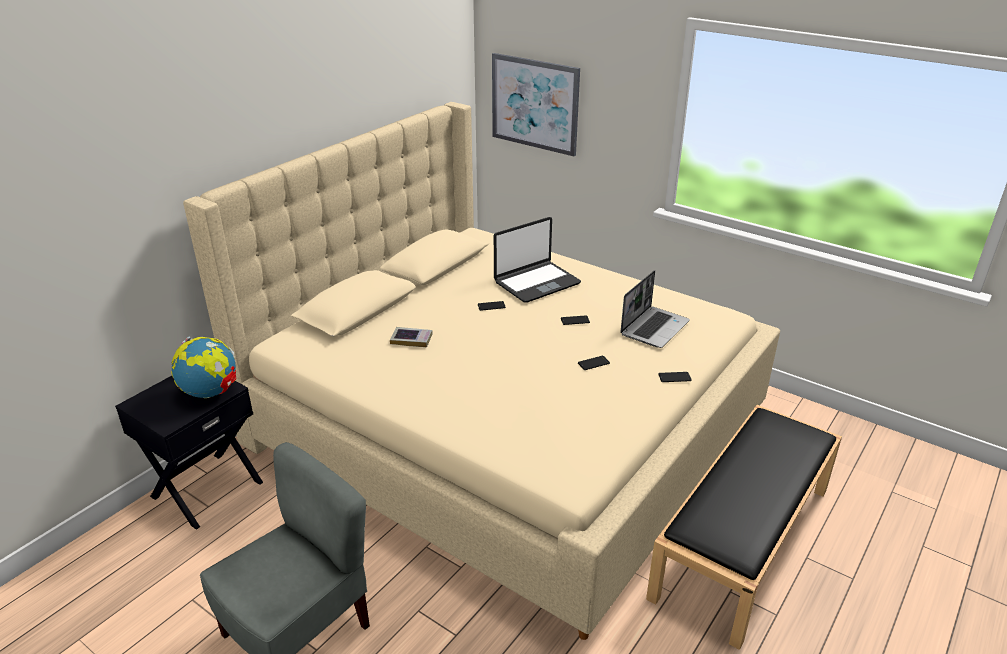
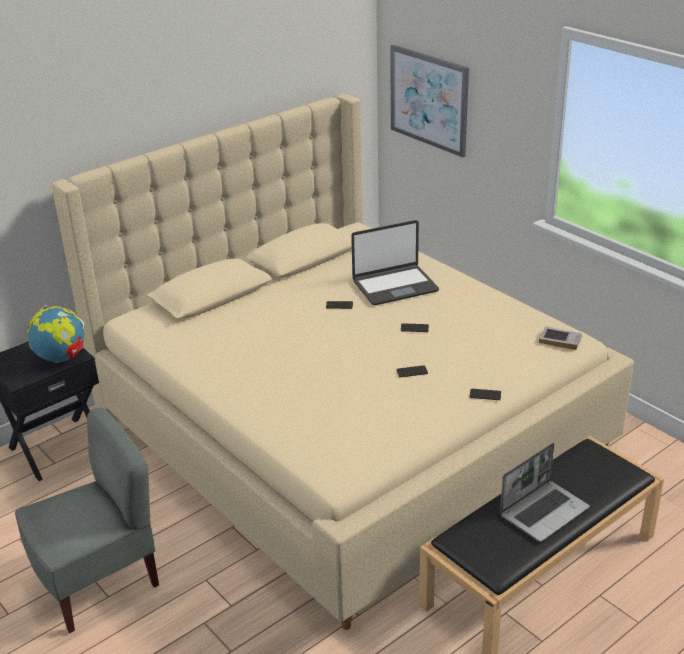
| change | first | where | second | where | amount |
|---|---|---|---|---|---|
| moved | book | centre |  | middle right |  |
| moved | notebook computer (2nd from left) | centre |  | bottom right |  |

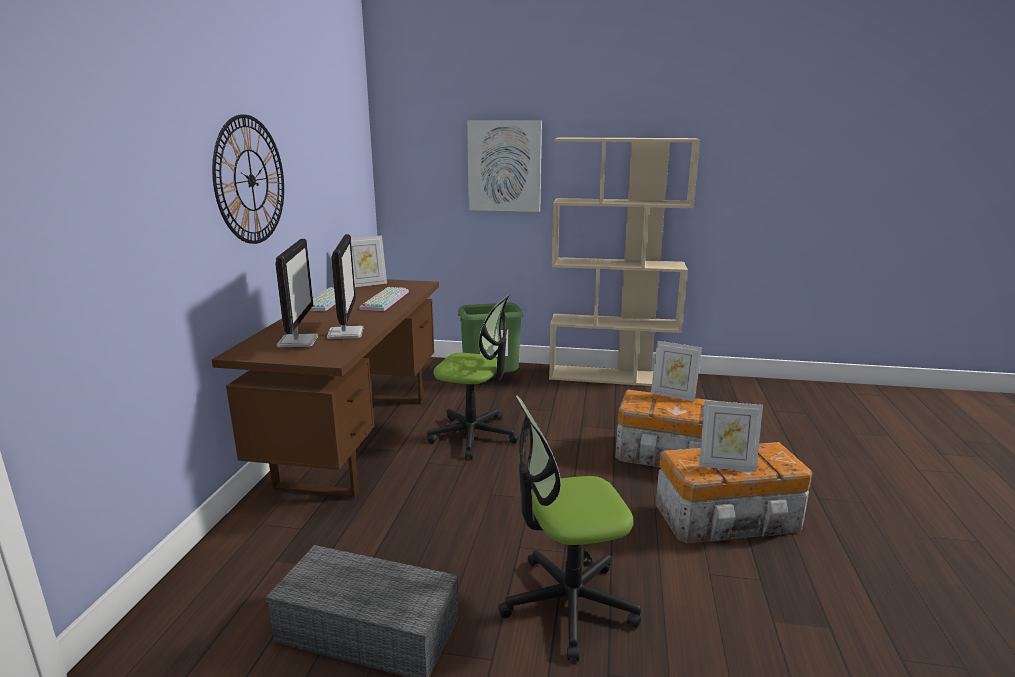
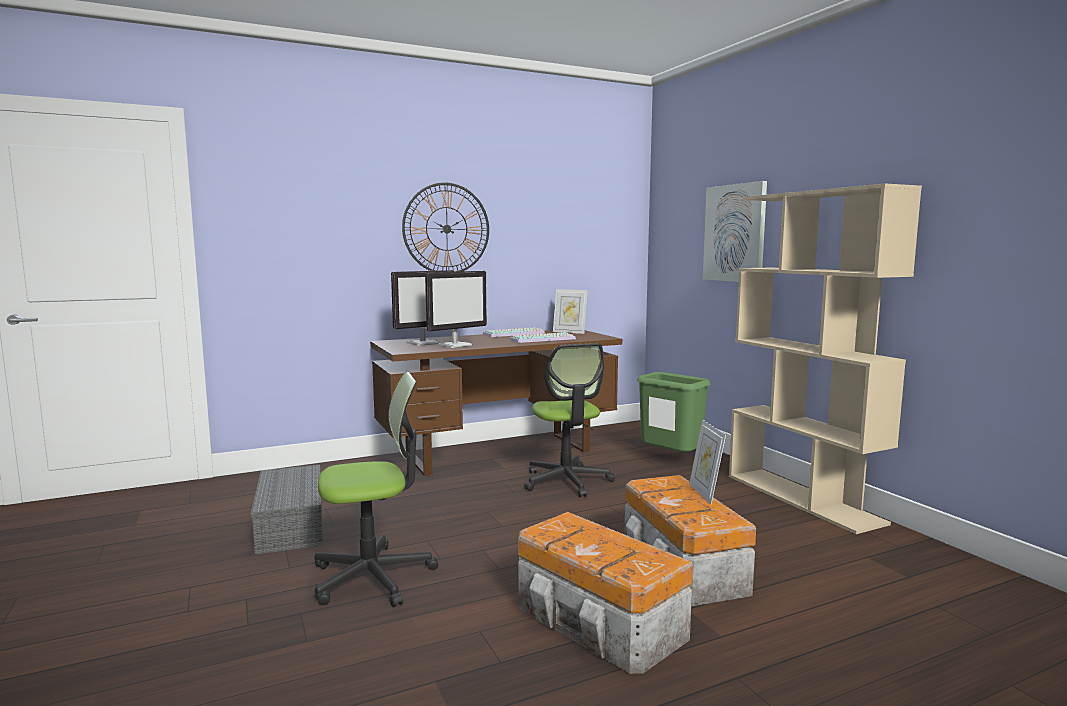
| change | first | where | second | where | amount |
|---|---|---|---|---|---|
| turned | office chair (2nd from left in the first image) | bottom centre | office chair (1st from left) | bottom centre | 120 degrees clockwise |
| removed | standing frame (3rd from left) | middle right |  |  |  |

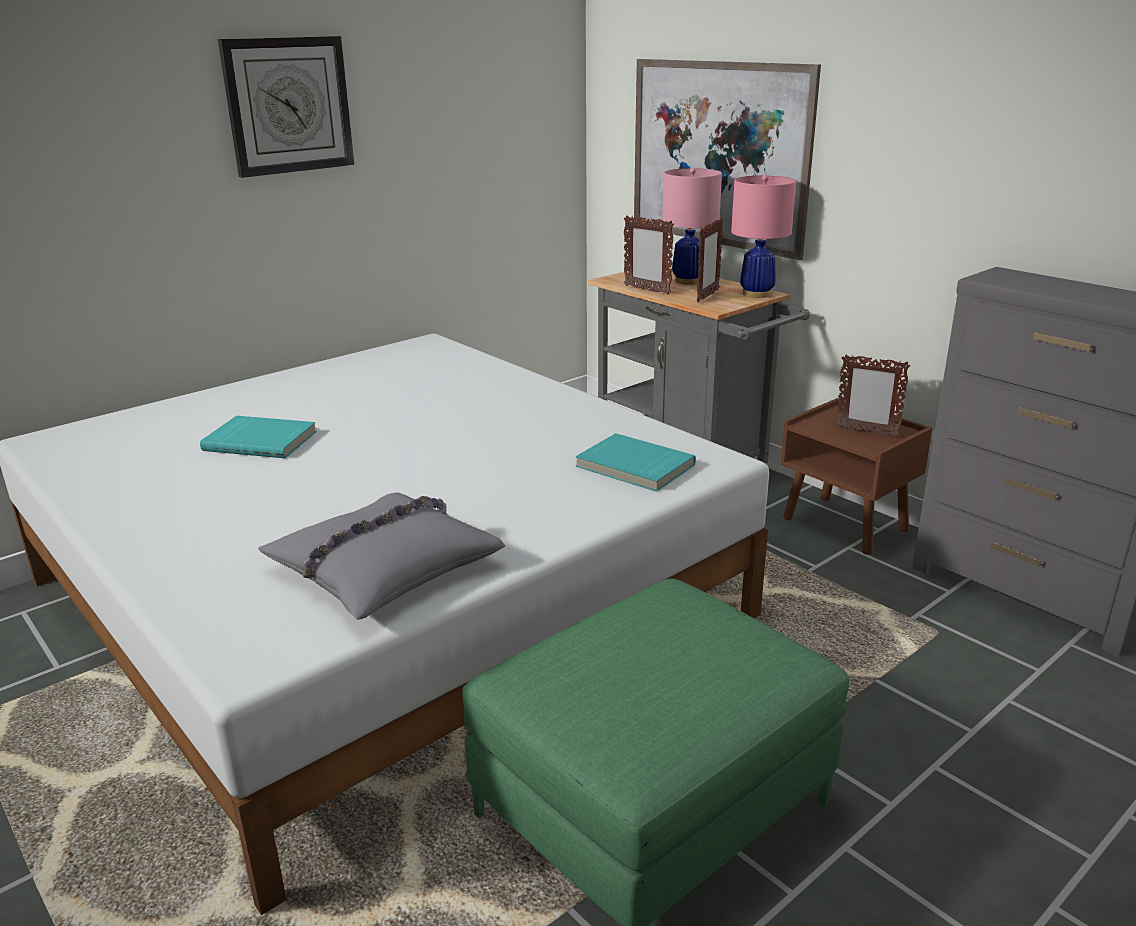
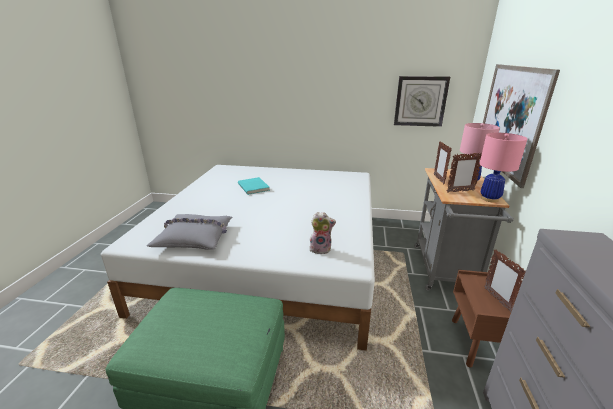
| change | first | where | second | where | amount |
|---|---|---|---|---|---|
| moved | wall clock | top left |  | top right |  |
| replaced | turquoise book (2nd from left) | centre | plush toy | centre |  |

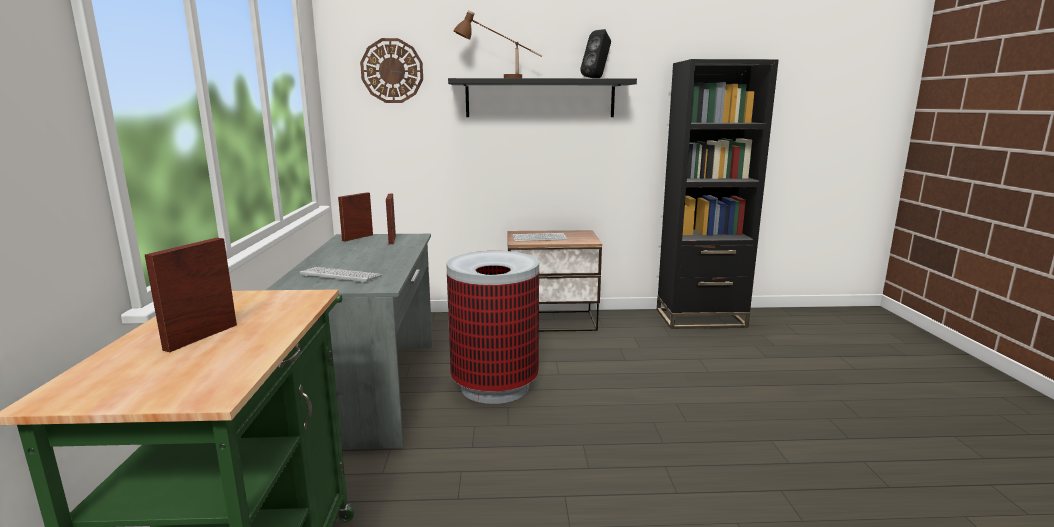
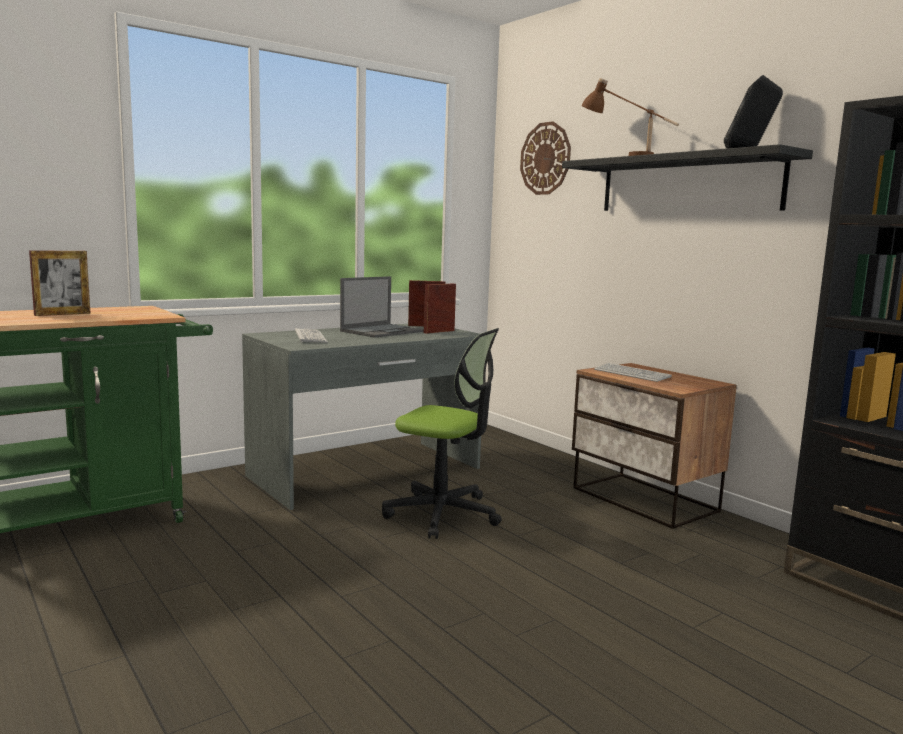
| change | first | where | second | where | amount |
|---|---|---|---|---|---|
| turned | standing frame (1st from left) | middle left |  | middle left | 150 degrees clockwise |
| replaced | trash can | centre | office chair | centre |  |
| added |  |  | notebook computer | centre |  |

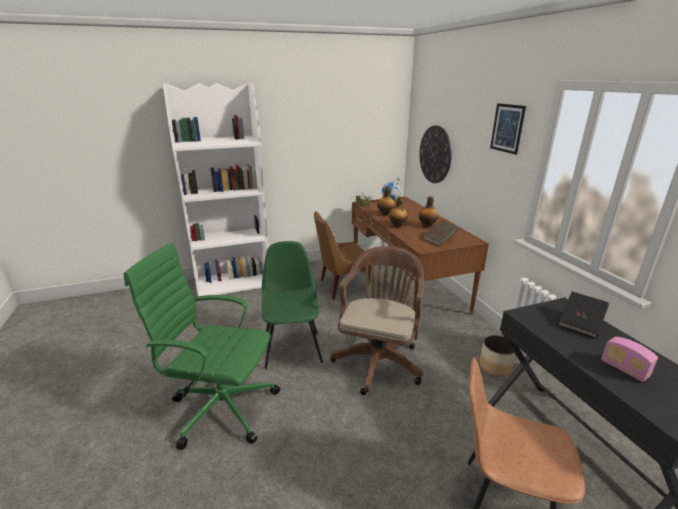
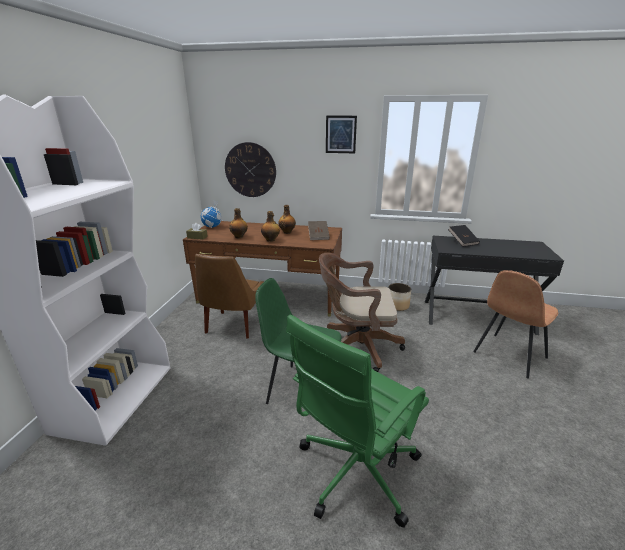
| change | first | where | second | where | amount |
|---|---|---|---|---|---|
| turned | brown office chair | centre |  | centre | 45 degrees counterclockwise |
| removed | radio | bottom right |  |  |  |

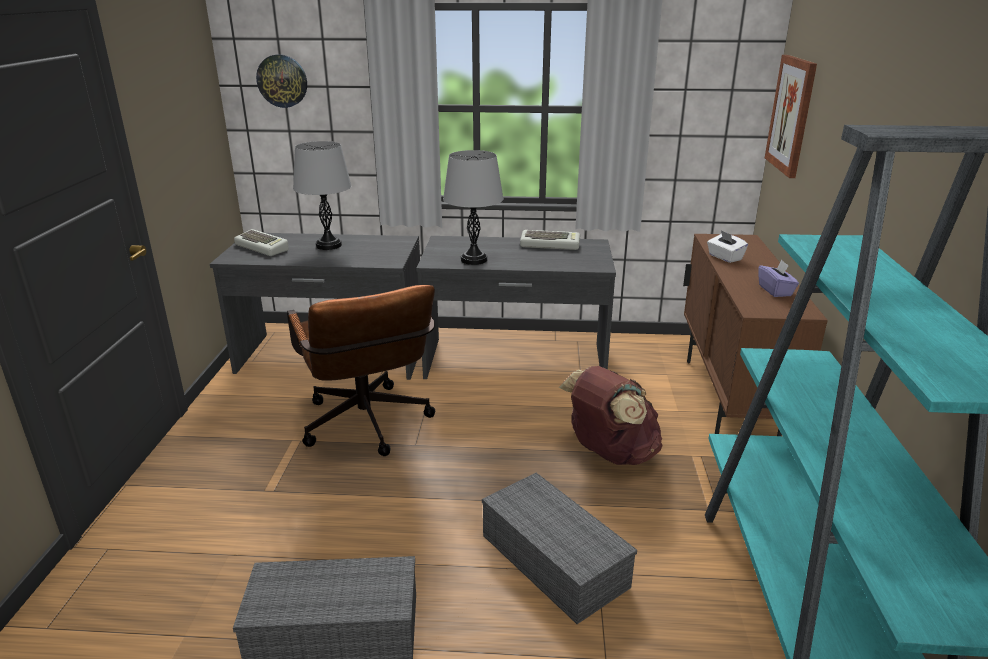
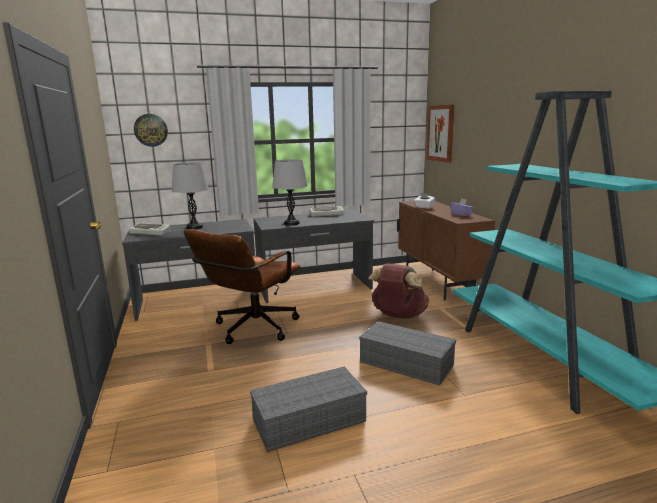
| change | first | where | second | where | amount |
|---|---|---|---|---|---|
| turned | brown office chair | centre |  | centre | 75 degrees clockwise |

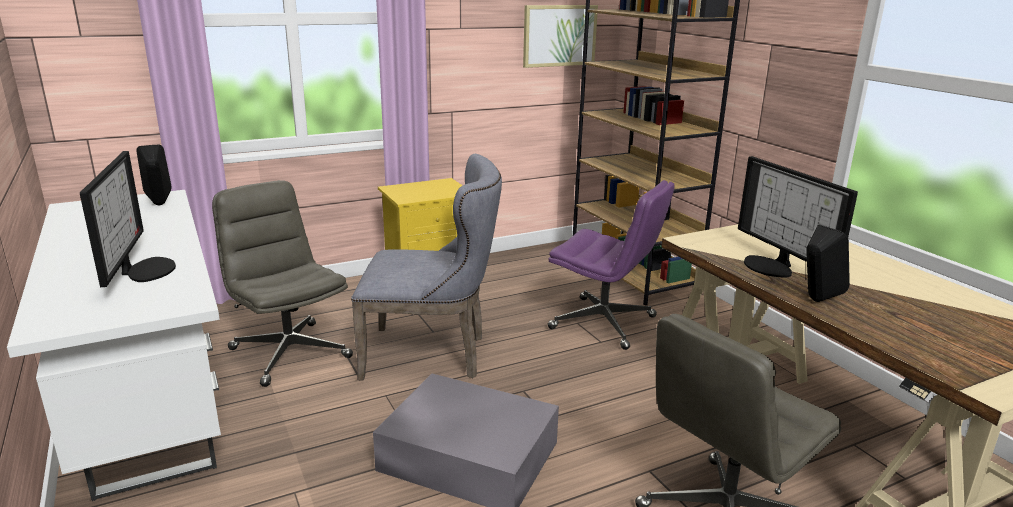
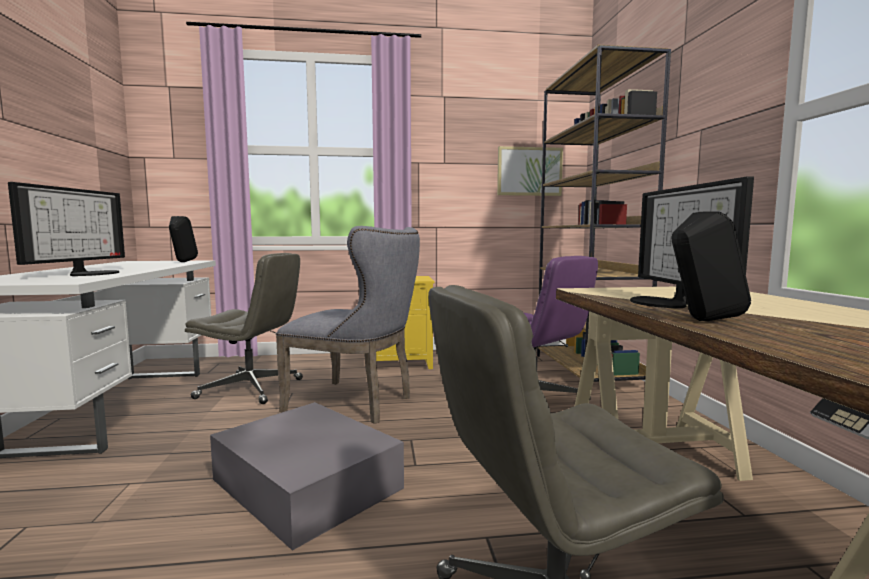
| change | first | where | second | where | amount |
|---|---|---|---|---|---|
| turned | grey office chair (1st from left) | middle left |  | middle left | 120 degrees clockwise |

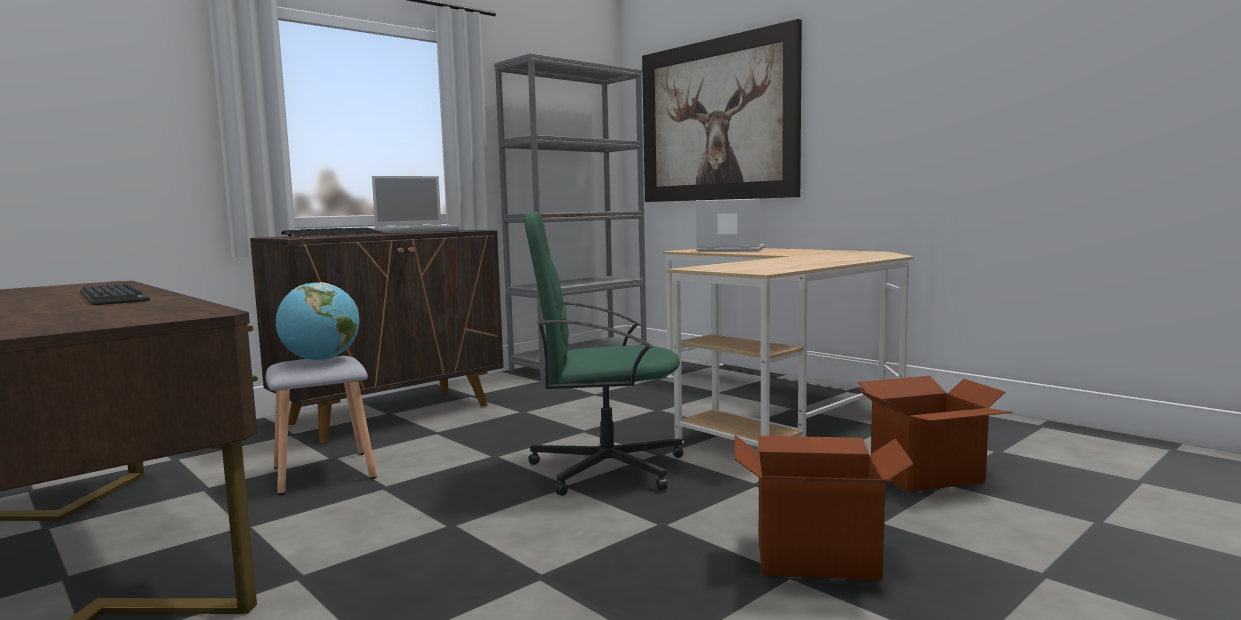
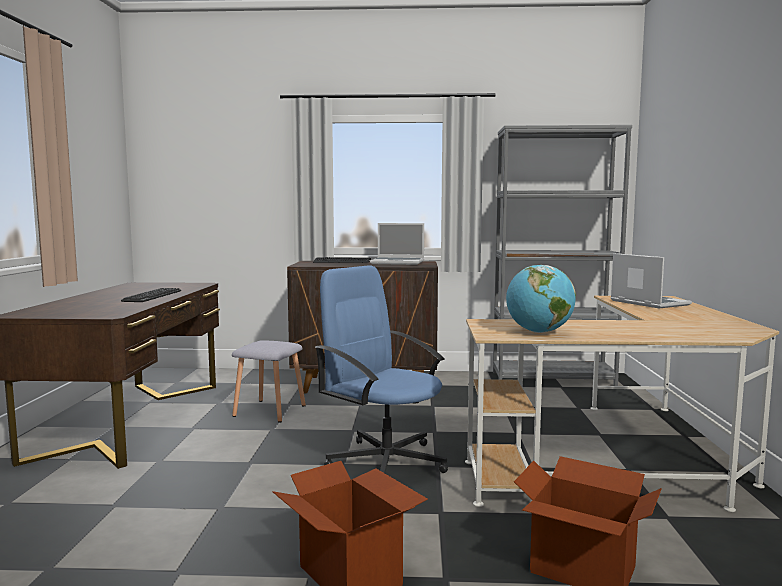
| change | first | where | second | where | amount |
|---|---|---|---|---|---|
| moved | globe | middle left |  | middle right |  |
| recoloured | green-coloured office chair | centre | blue-coloured office chair | centre |  |
| removed | picture | top centre |  |  |  |

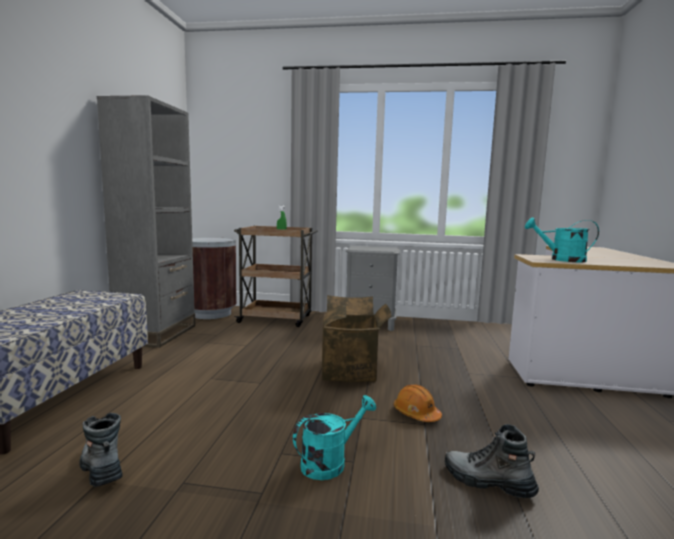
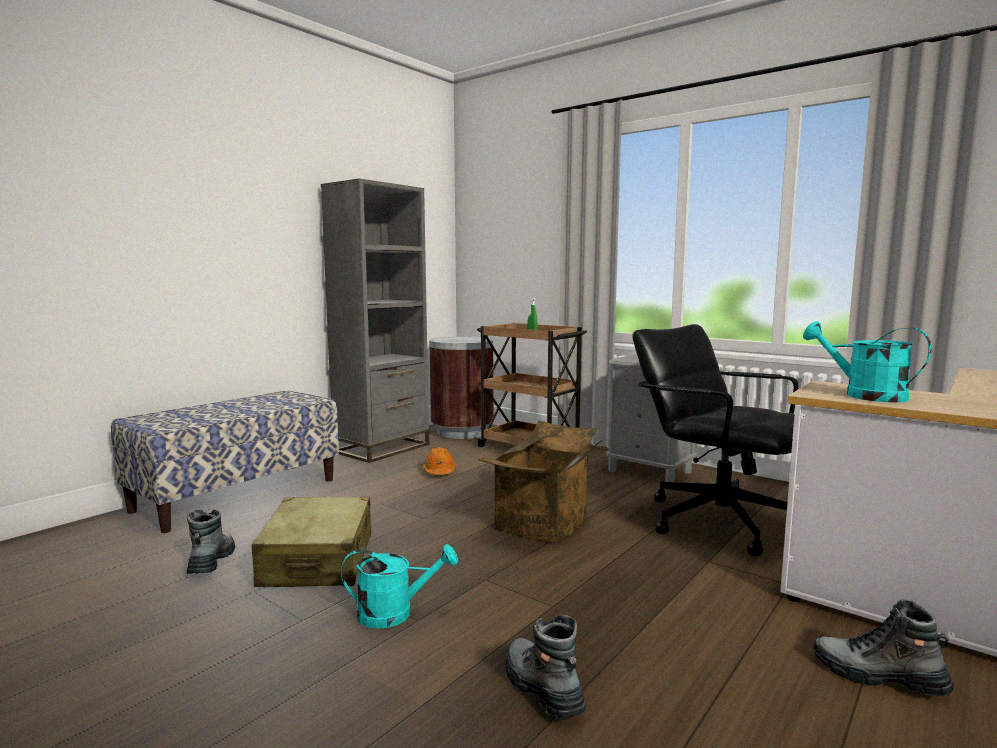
| change | first | where | second | where | amount |
|---|---|---|---|---|---|
| moved | orangey work helmet | bottom centre |  | centre |  |
| added |  |  | beige-coloured piece of luggage | bottom left |  |
| added |  |  | black-coloured office chair | middle right |  |
| added |  |  | boot (3rd from left) | bottom right |  |

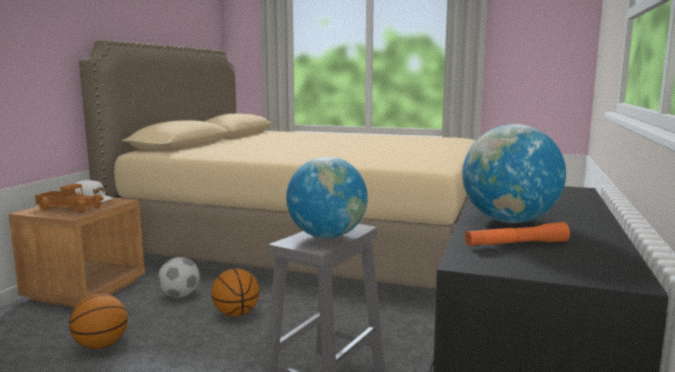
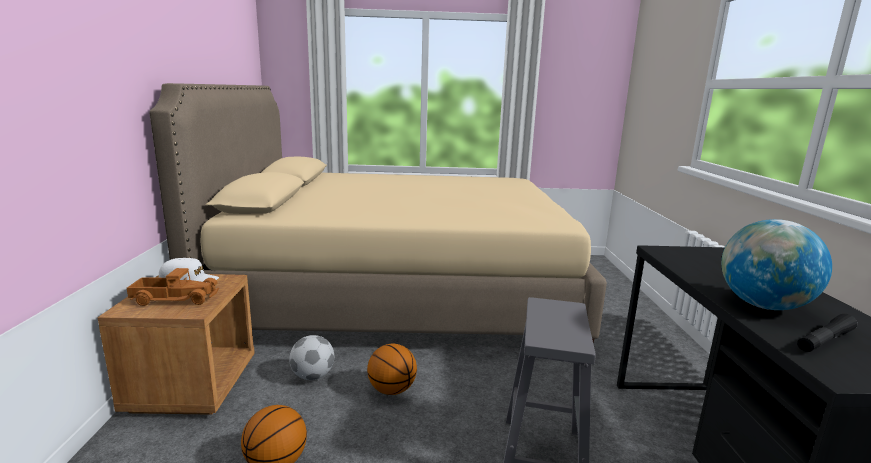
| change | first | where | second | where | amount |
|---|---|---|---|---|---|
| removed | globe (1st from left) | centre |  |  |  |
| recoloured | orangey hand torch | middle right | black-coloured hand torch | bottom right |  |

